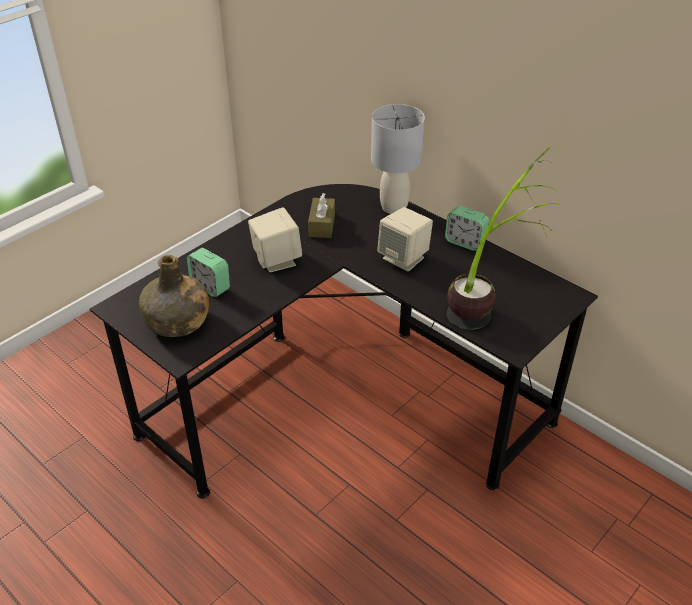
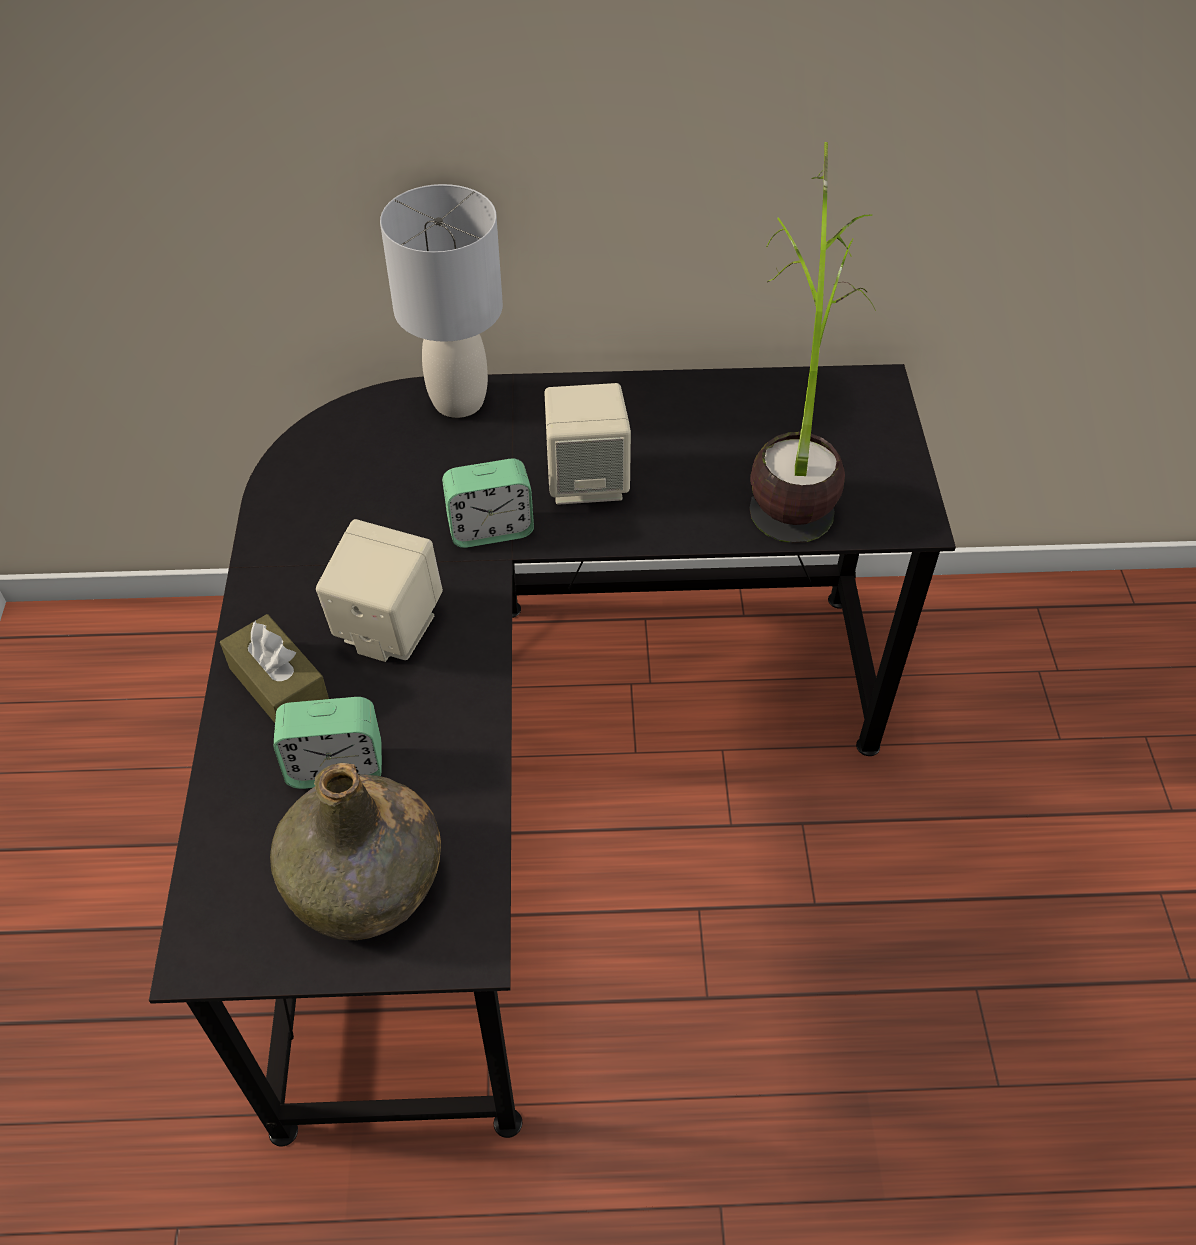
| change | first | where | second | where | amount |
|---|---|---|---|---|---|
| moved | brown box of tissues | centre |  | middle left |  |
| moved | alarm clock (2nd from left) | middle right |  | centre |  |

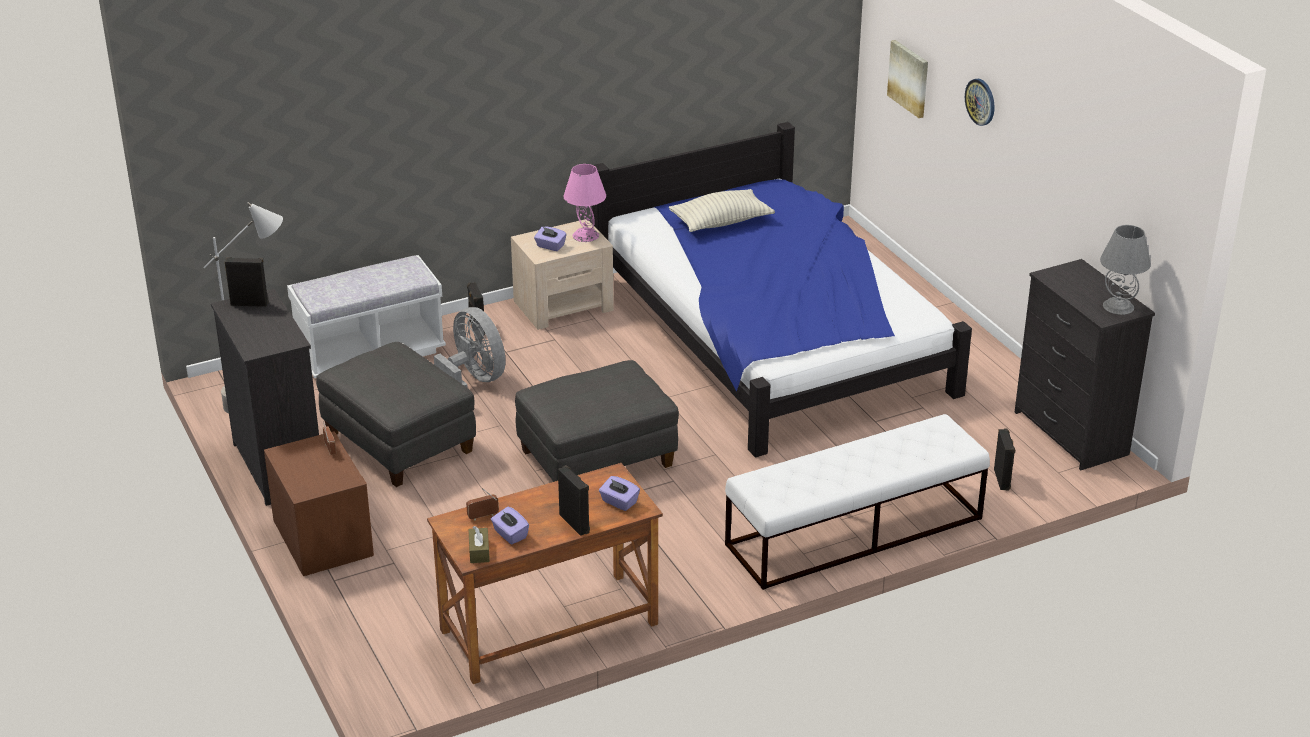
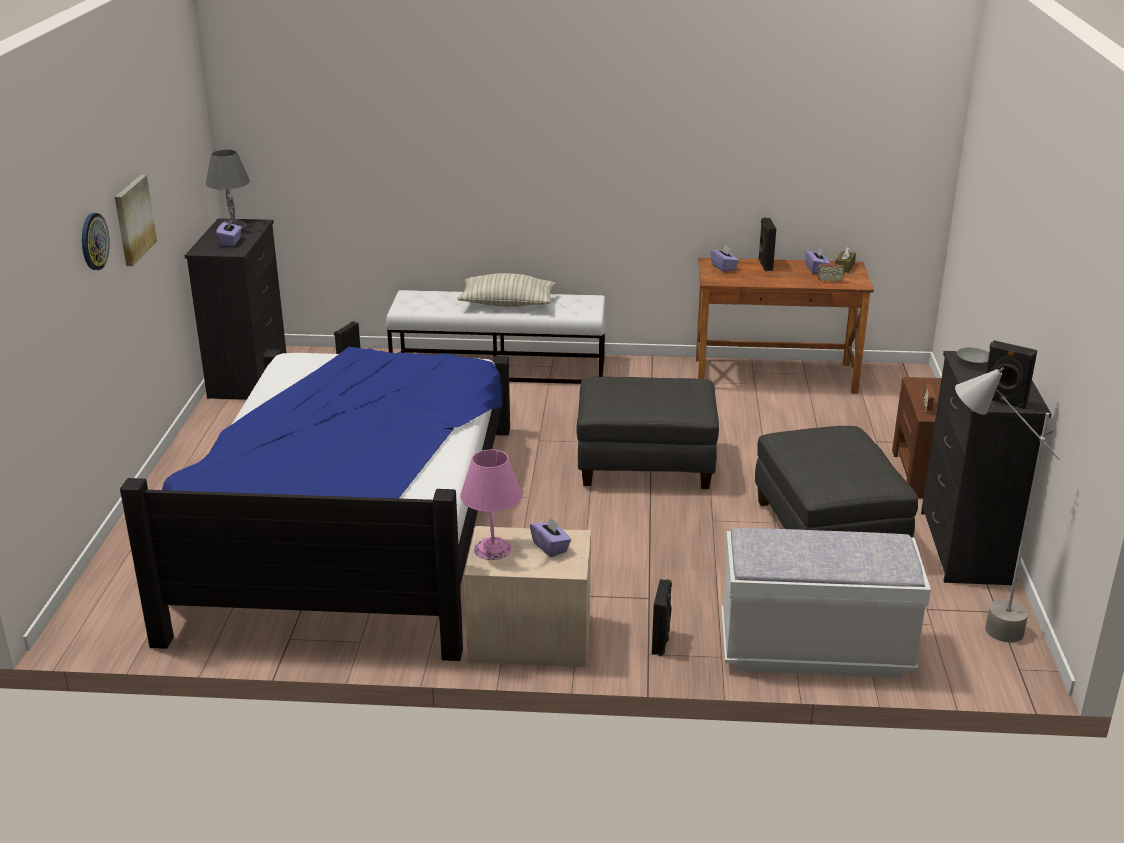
| change | first | where | second | where | amount |
|---|---|---|---|---|---|
| removed | grey cooling fan | centre |  |  |  |
| moved | pillow | top centre |  | centre |  |
| moved | picture | top right |  | top left |  |
| added |  |  | purple box of tissues (1st from left) | top left |  |
| added |  |  | grey bowl | middle right |  |

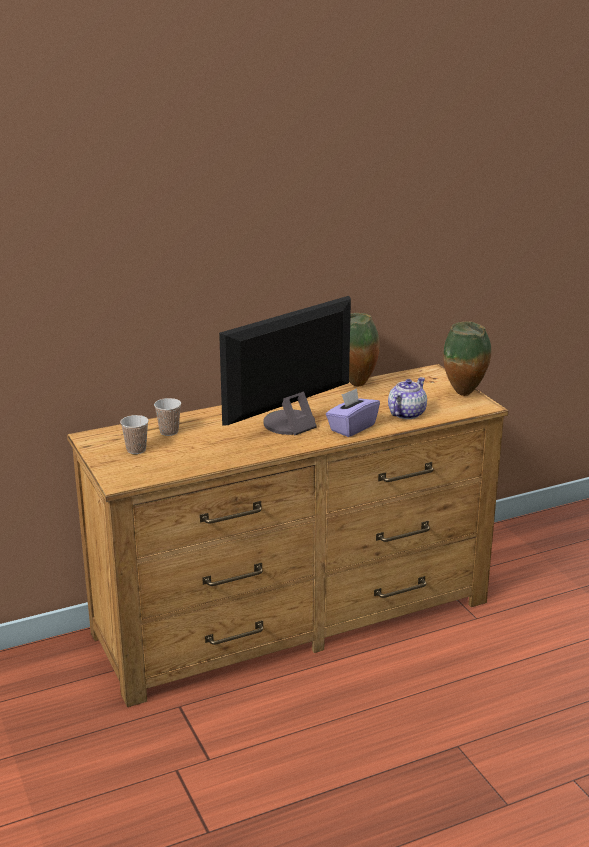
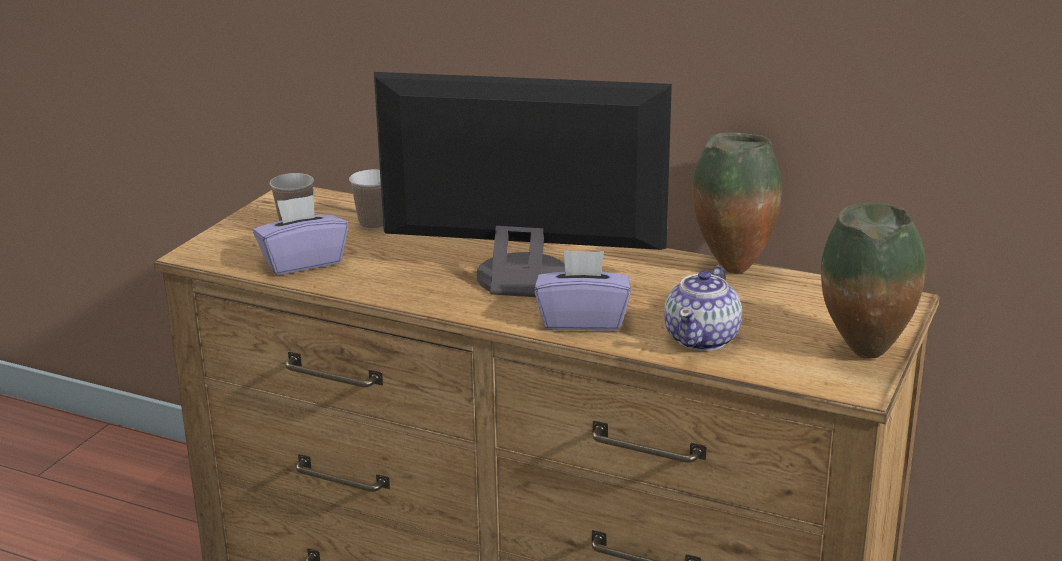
| change | first | where | second | where | amount |
|---|---|---|---|---|---|
| turned | tea pot | middle right |  | centre | 120 degrees clockwise |
| added |  |  | purple box of tissues (1st from left) | middle left |  |

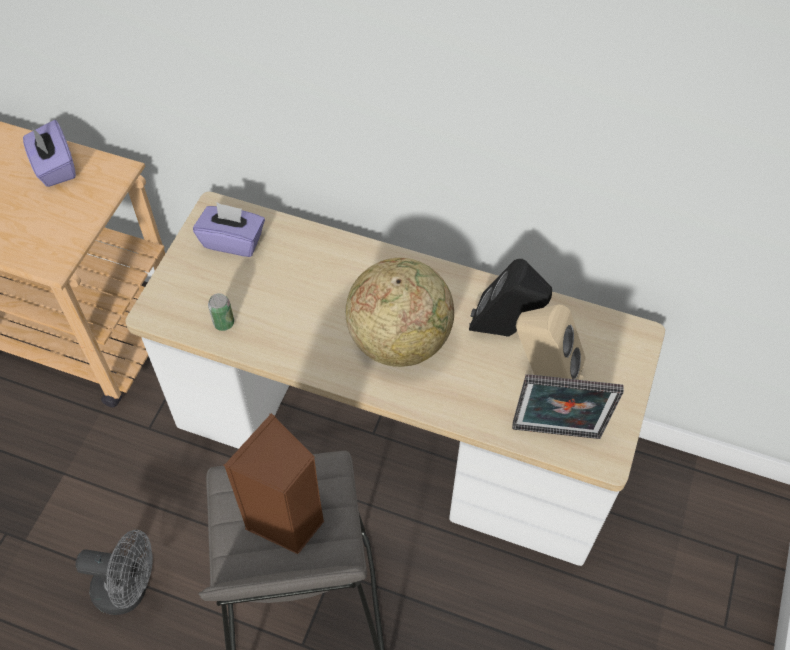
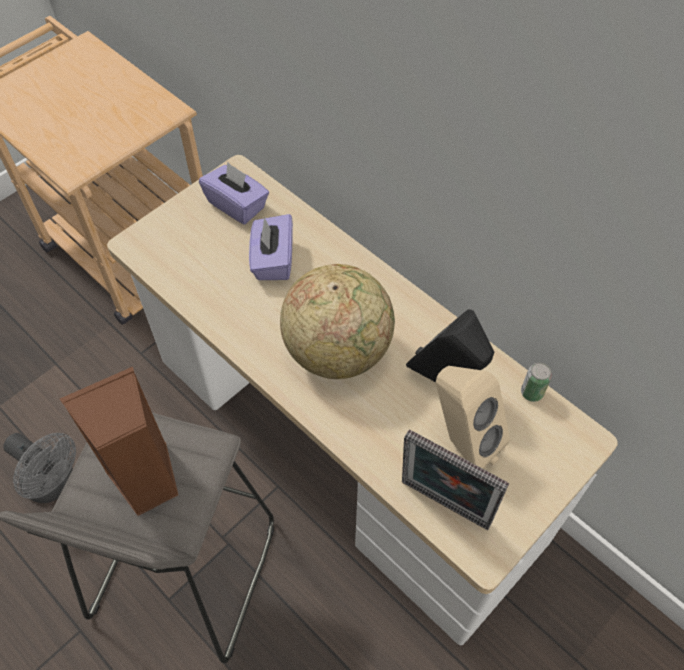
| change | first | where | second | where | amount |
|---|---|---|---|---|---|
| moved | purple box of tissues (1st from left in the first image) | top left | purple box of tissues (2nd from left) | centre |  |
| moved | metal can | middle left |  | middle right |  |

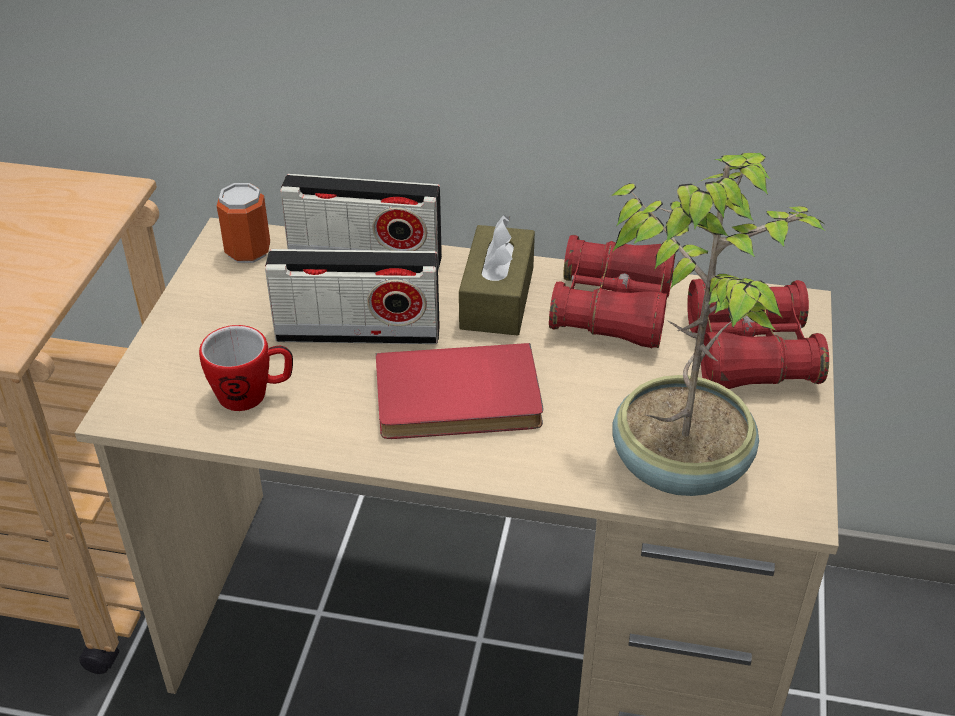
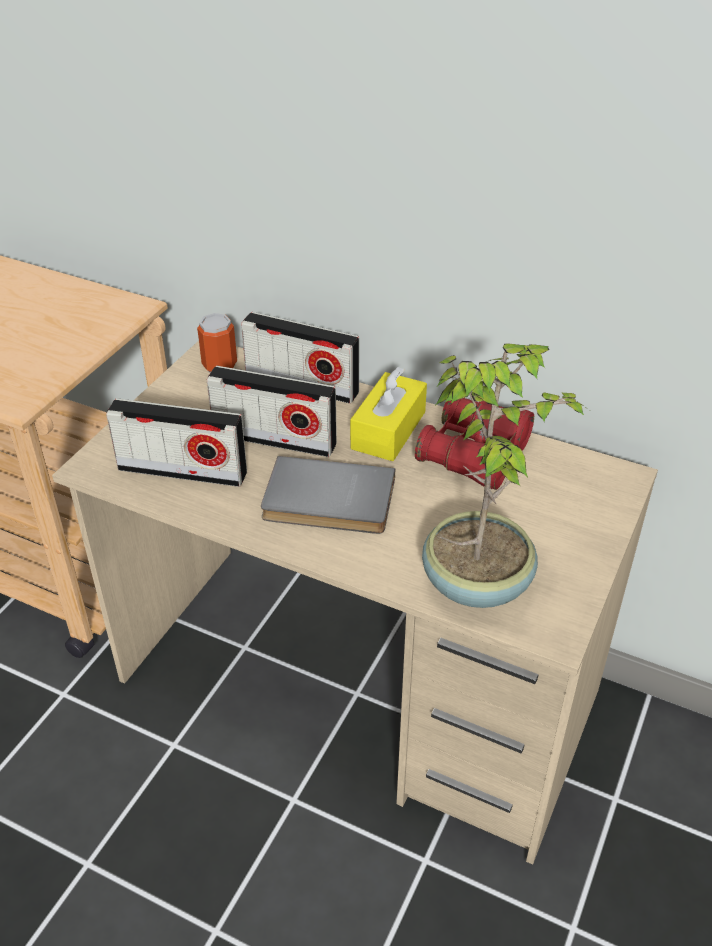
| change | first | where | second | where | amount |
|---|---|---|---|---|---|
| replaced | tea mug | middle left | radio (1st from left) | middle left |  |
| recoloured | red book | centre | grey book | centre |  |
| recoloured | brown box of tissues | centre | yellowish box of tissues | centre |  |
| removed | red binoculars (2nd from left) | middle right |  |  |  |

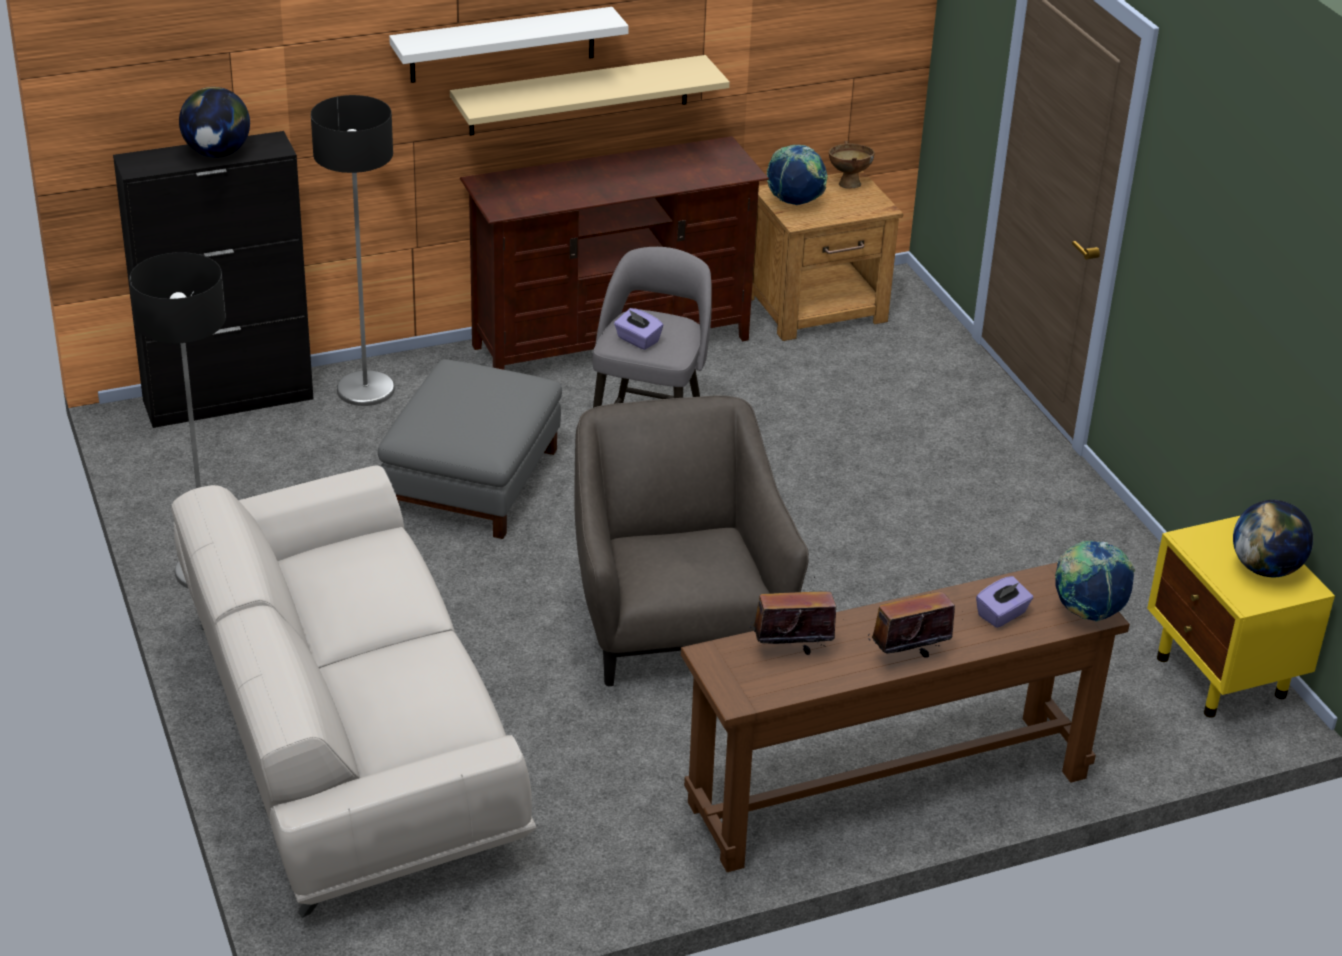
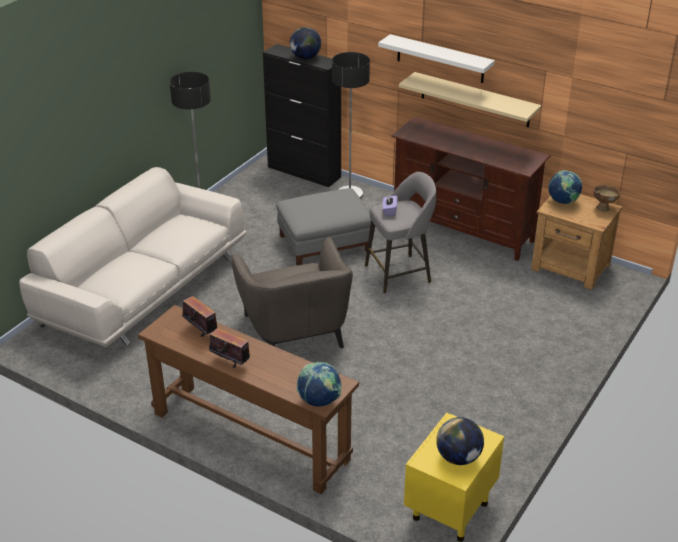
| change | first | where | second | where | amount |
|---|---|---|---|---|---|
| turned | grey lounge chair | centre |  | centre | 120 degrees clockwise |
| removed | purple box of tissues (2nd from left) | middle right |  |  |  |

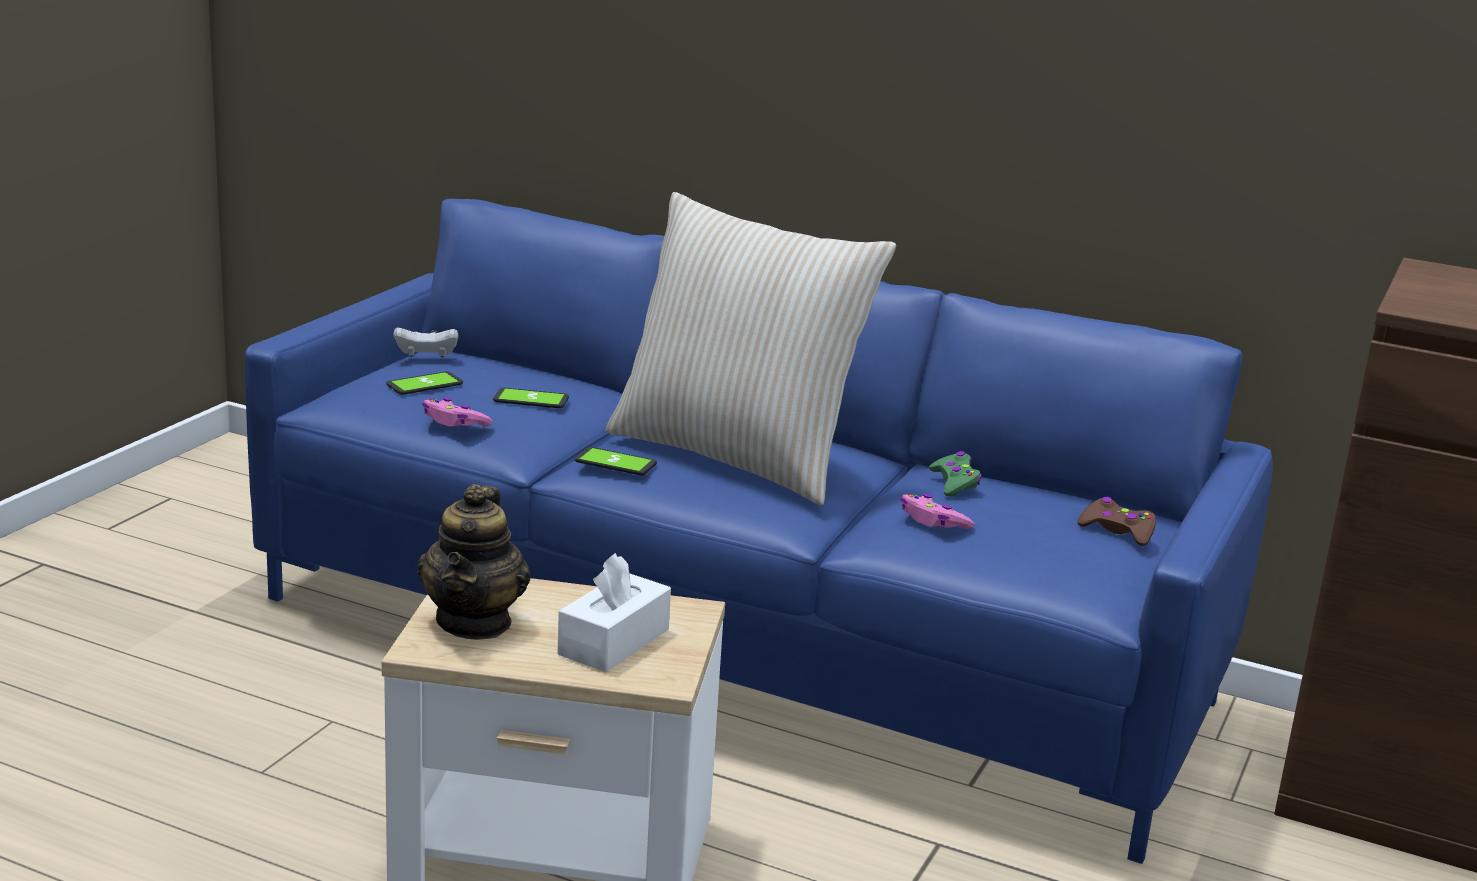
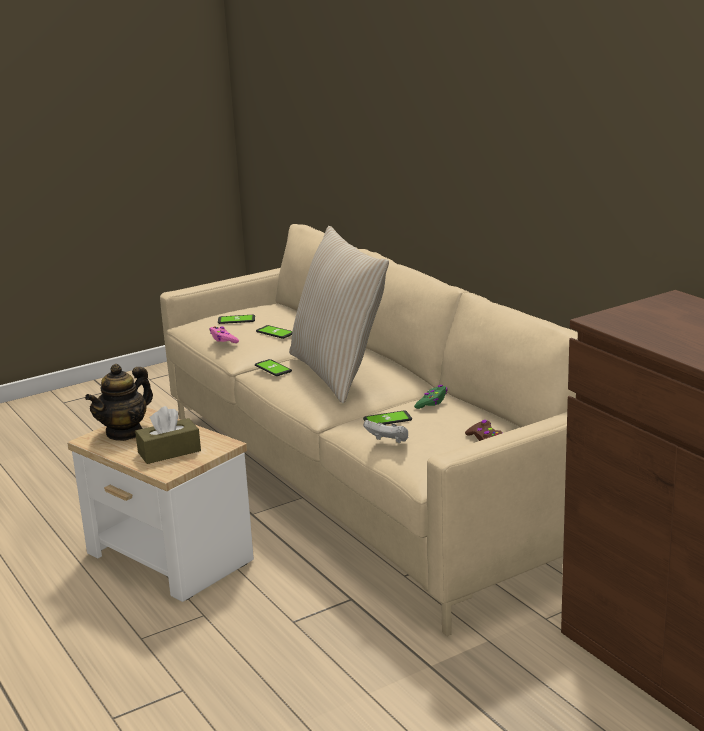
| change | first | where | second | where | amount |
|---|---|---|---|---|---|
| recoloured | blue-coloured settee | centre | beige-coloured settee | centre |  |
| moved | white-coloured game controller | middle left |  | centre |  |
| recoloured | white-coloured box of tissues | bottom centre | brown box of tissues | middle left |  |
| replaced | pinkish game controller (2nd from left) | centre | telephone (4th from left) | centre |  |

